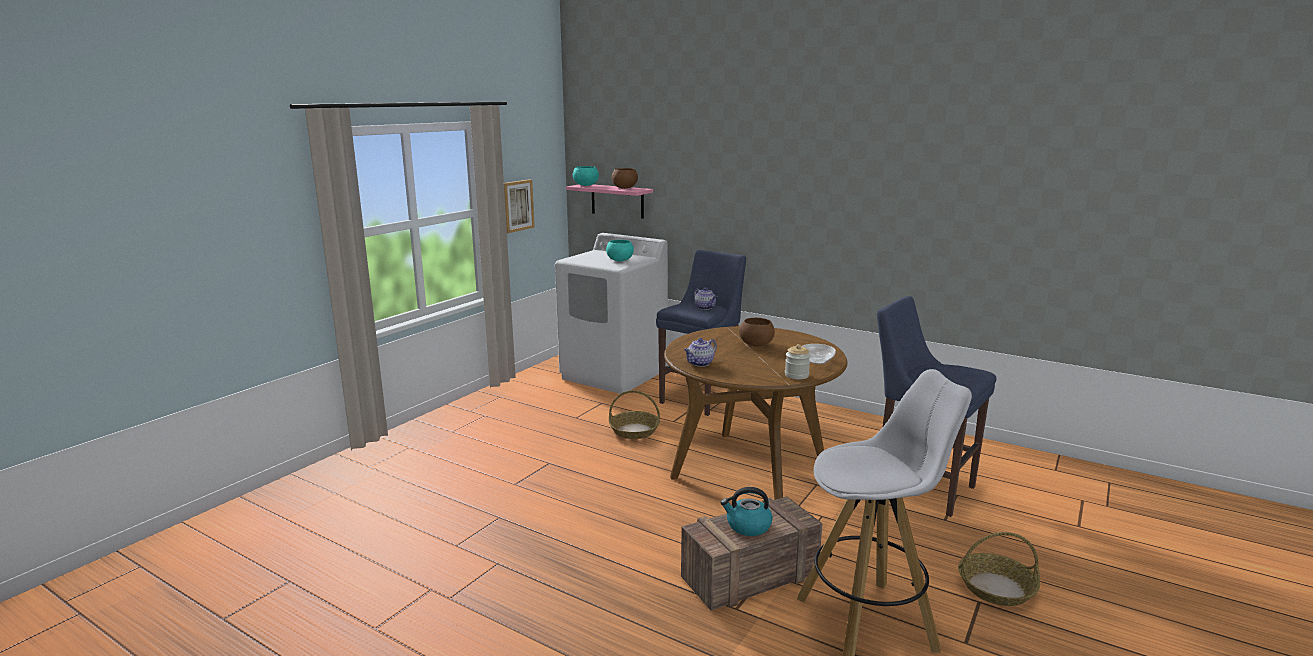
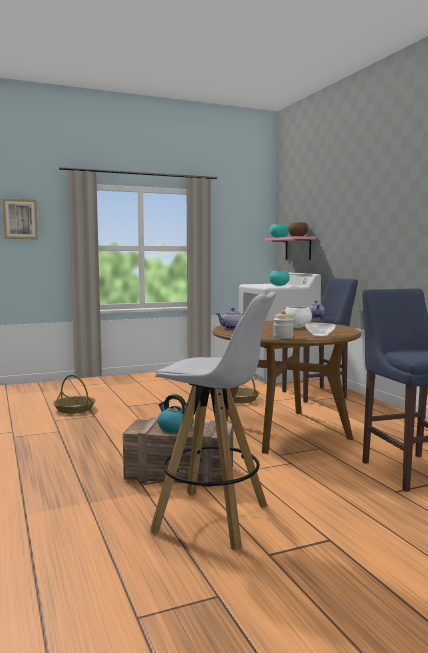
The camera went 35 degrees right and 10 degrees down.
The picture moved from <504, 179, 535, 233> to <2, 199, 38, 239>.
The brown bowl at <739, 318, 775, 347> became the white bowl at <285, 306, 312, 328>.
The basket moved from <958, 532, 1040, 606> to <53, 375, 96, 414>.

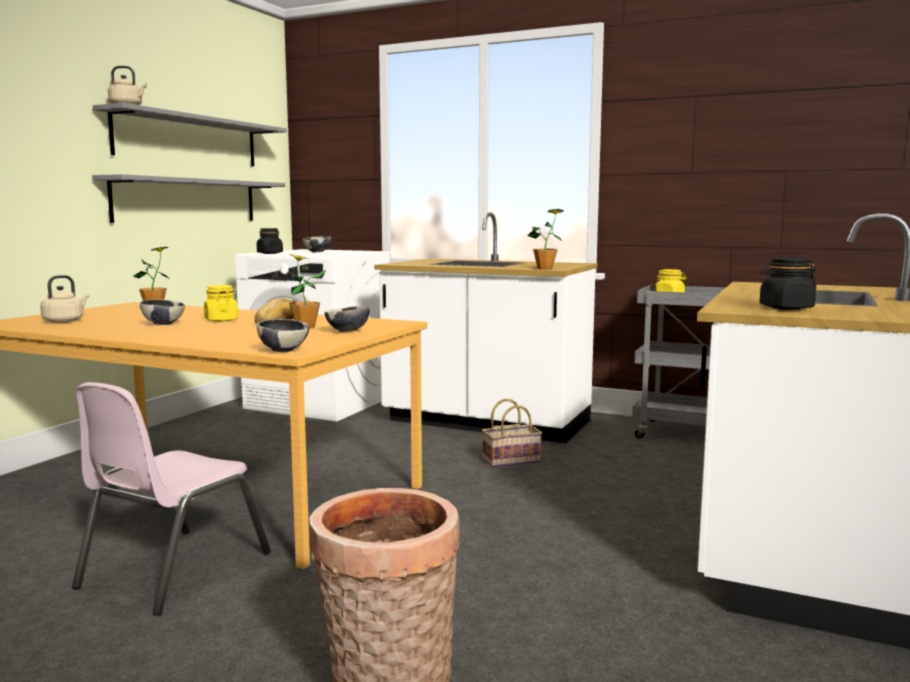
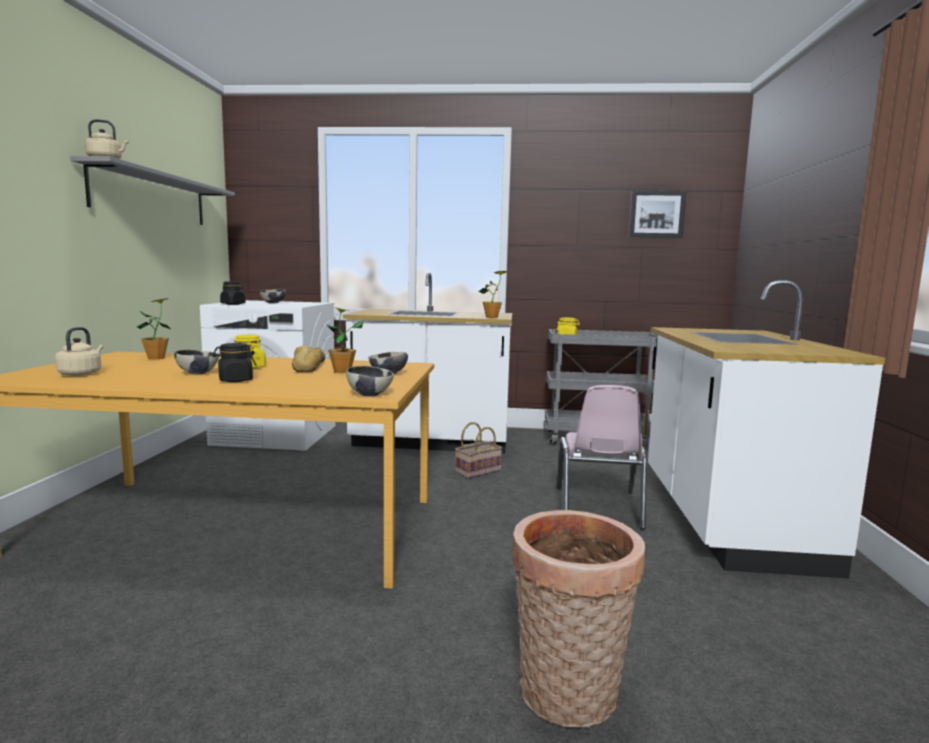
The camera went 20 degrees left and 0 degrees up.
The pink chair moved from <72, 382, 271, 616> to <557, 385, 647, 530>.
The grey shelf at <92, 174, 285, 223> disappeared.
The black jar moved from <760, 258, 816, 310> to <212, 343, 257, 382>.
The picture at <629, 190, 686, 238> appeared.

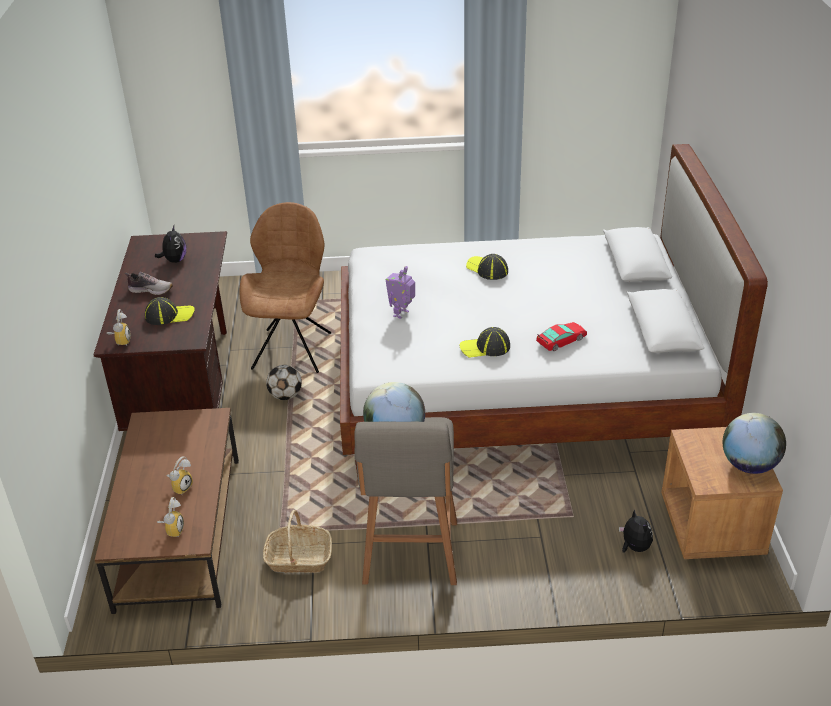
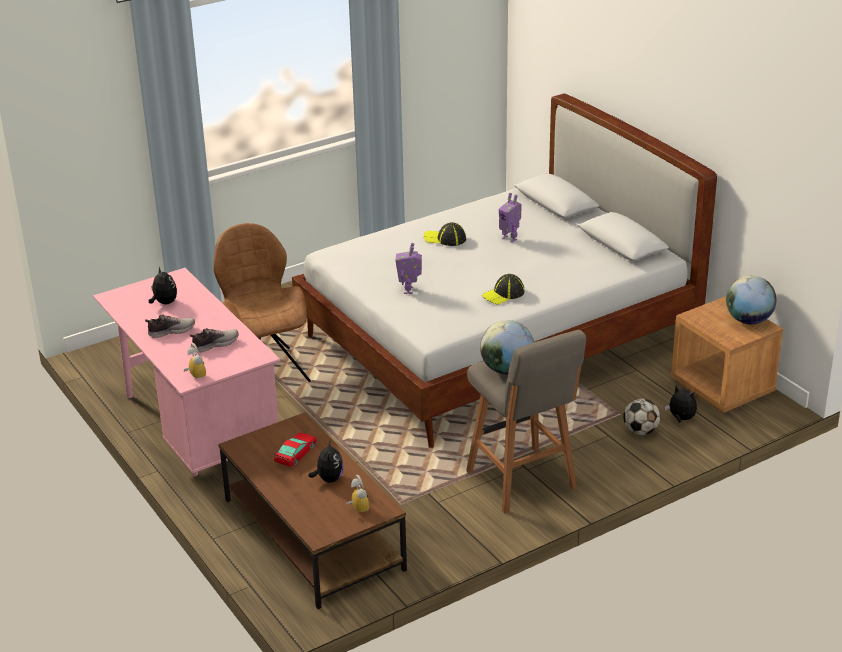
The camera went 30 degrees left and 5 degrees down.
The brown desk at <93, 231, 227, 431> became the pink desk at <93, 268, 280, 476>.
The cap at <145, 297, 195, 325> was replaced by the shoe at <190, 328, 239, 352>.
The alarm clock at <167, 456, 193, 494> was replaced by the plush toy at <308, 442, 344, 483>.
The basket at <263, 510, 332, 573> disappeared.
The football moved from <266, 365, 302, 400> to <623, 399, 660, 435>.
The toy car moved from <536, 322, 587, 351> to <274, 433, 317, 467>.
The toy robot at <499, 193, 522, 243> appeared.

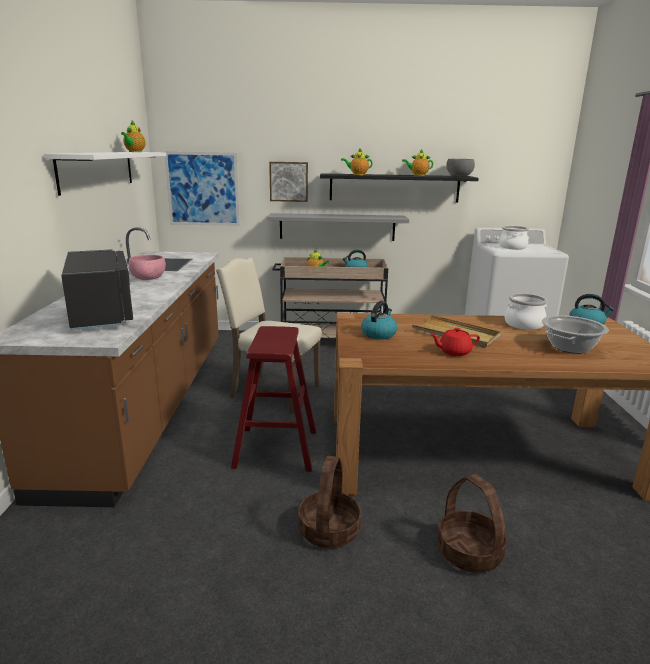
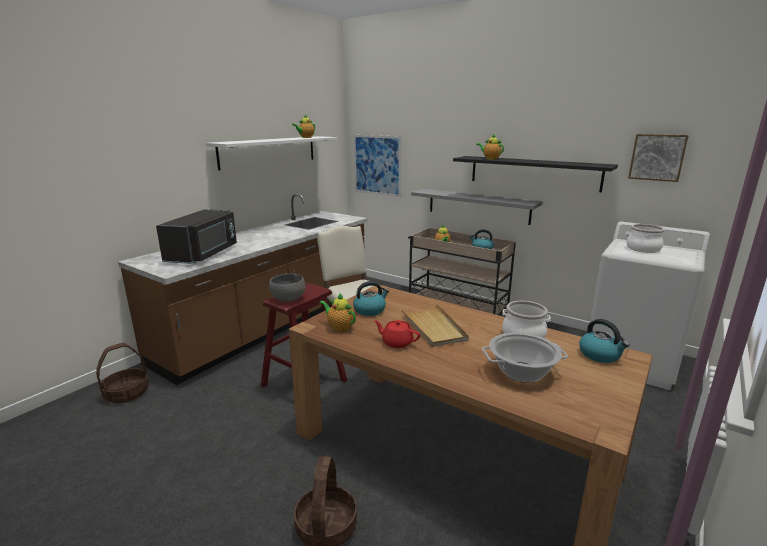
The camera went 35 degrees right and 0 degrees up.
The pink bowl at <128, 255, 166, 280> disappeared.
The picture moved from <269, 162, 308, 202> to <628, 134, 689, 182>.
The basket moved from <298, 456, 361, 548> to <96, 343, 149, 403>.
The teapot moved from <402, 149, 433, 176> to <319, 292, 356, 332>.
The grey bowl moved from <446, 159, 475, 177> to <269, 274, 306, 302>.

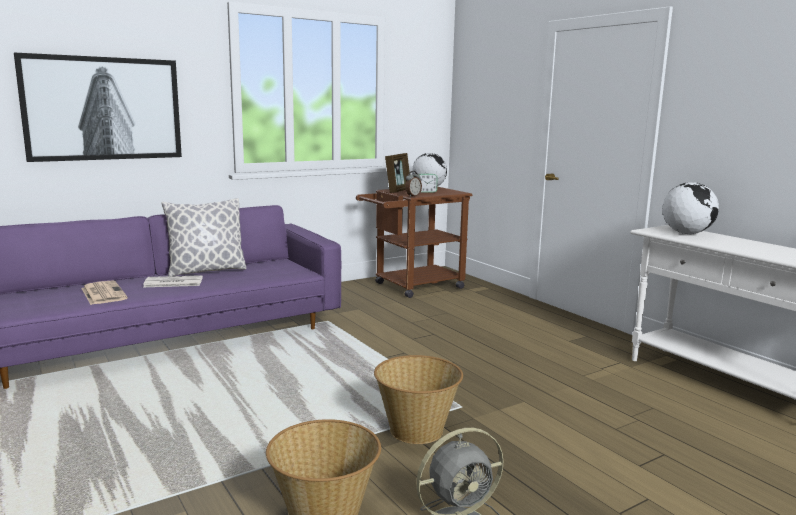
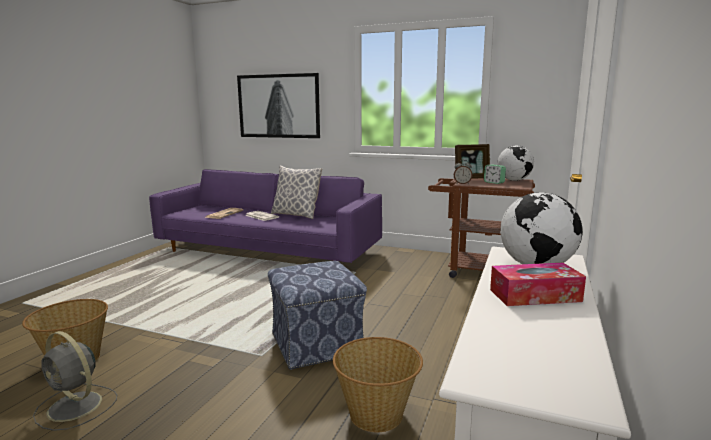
The camera went 55 degrees right and 0 degrees up.
The basket moved from <374, 355, 463, 444> to <333, 337, 423, 432>.
The ottoman at <268, 261, 367, 370> appeared.
The tissue box at <490, 263, 586, 306> appeared.

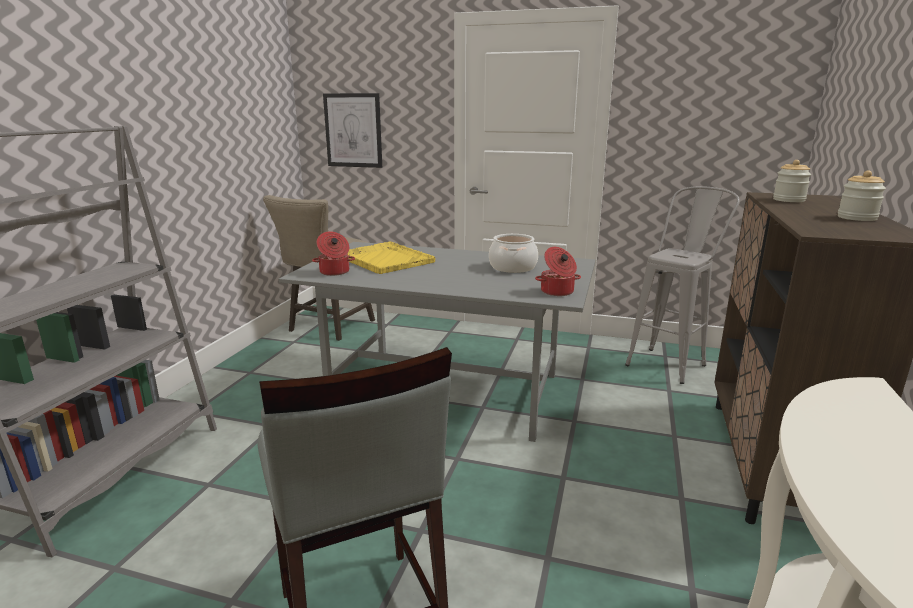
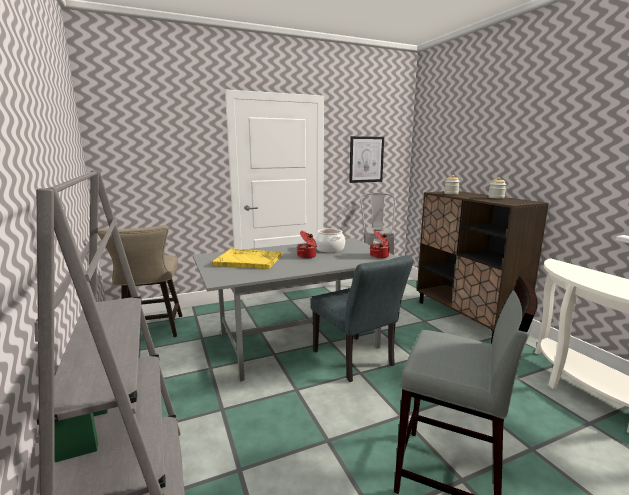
The camera went 40 degrees left and 5 degrees down.
The cooking pot moved from <312, 231, 355, 276> to <296, 231, 317, 259>.
The picture moved from <323, 93, 382, 168> to <349, 136, 384, 183>.
The grey chair at <311, 255, 413, 382> appeared.

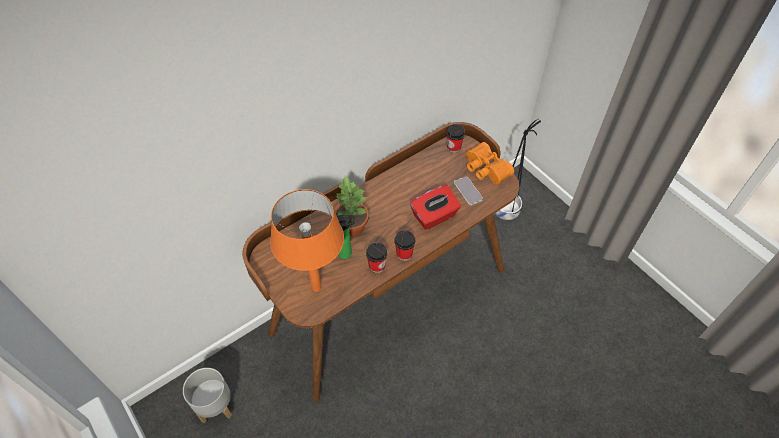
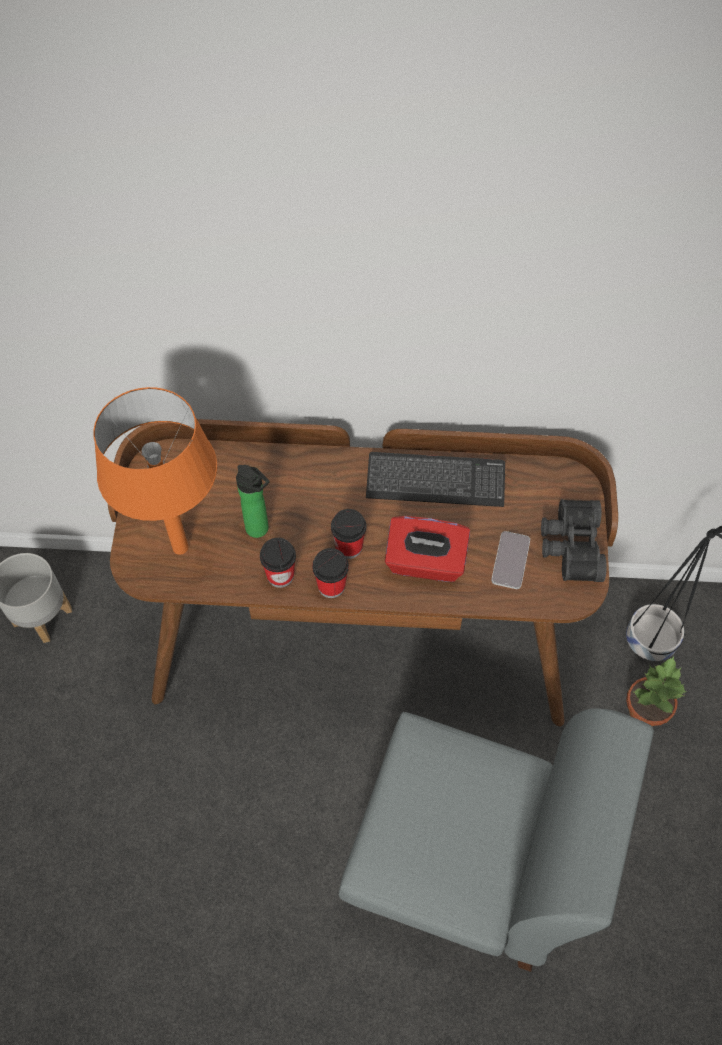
The camera went 40 degrees right and 5 degrees up.
The potted plant moved from <335, 176, 369, 237> to <626, 657, 686, 726>.
The cup moved from <446, 124, 465, 153> to <331, 509, 366, 559>.
The orange binoculars at <466, 142, 514, 184> became the black binoculars at <541, 499, 607, 582>.
The grey chair at <339, 708, 654, 972> appeared.
The keyboard at <366, 452, 505, 507> appeared.

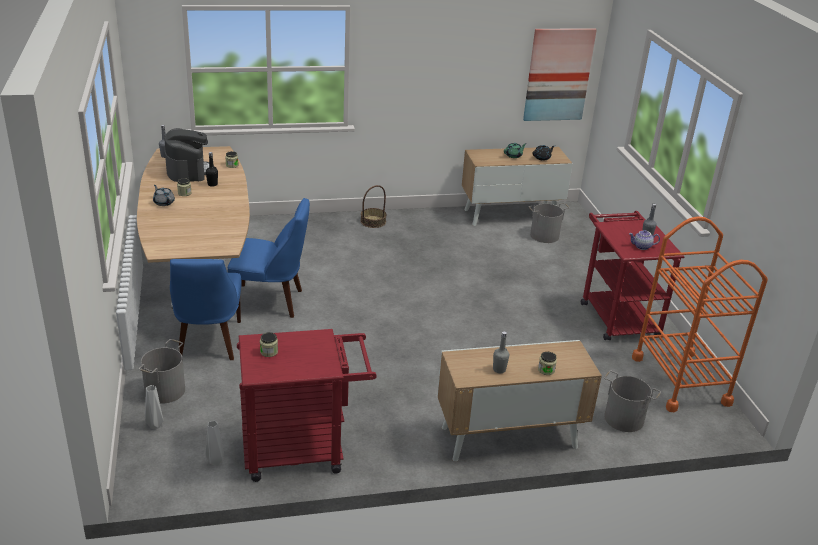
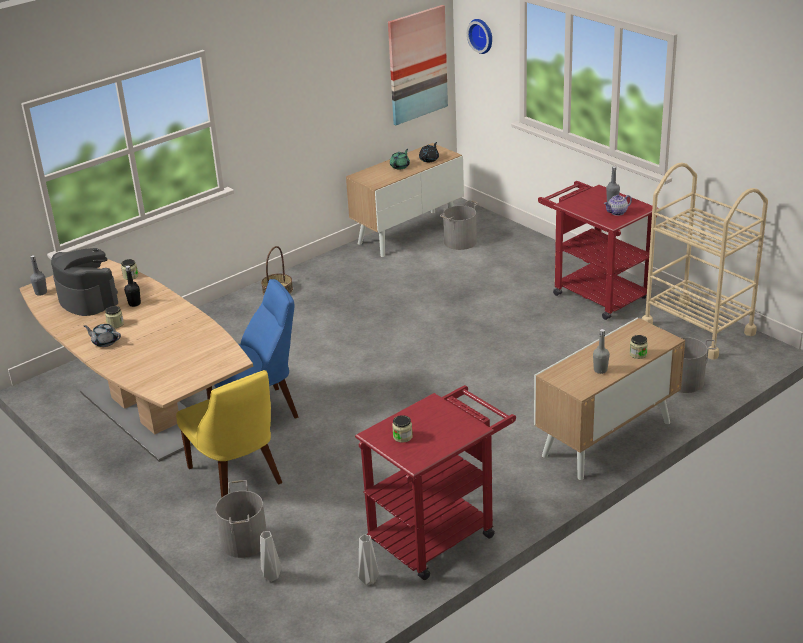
The camera went 25 degrees left and 0 degrees up.
The blue chair at <170, 259, 242, 360> became the yellow chair at <176, 370, 282, 498>.
The orange cart at <632, 217, 768, 412> became the beige cart at <642, 163, 768, 360>.
The wall clock at <467, 19, 492, 54> appeared.

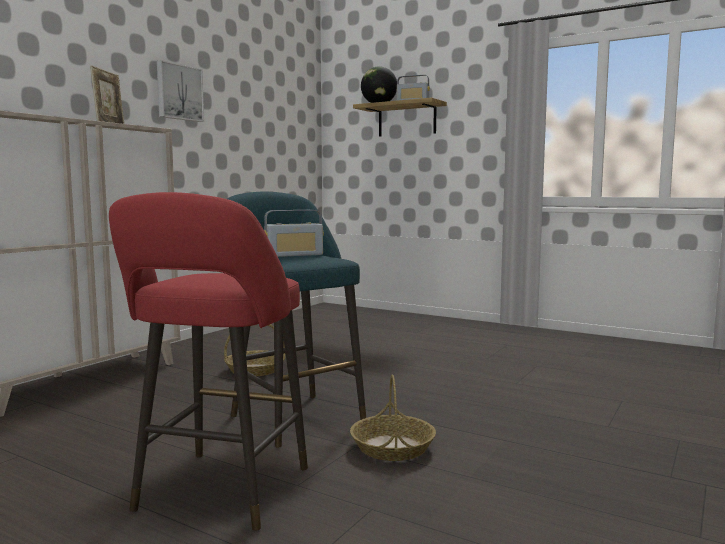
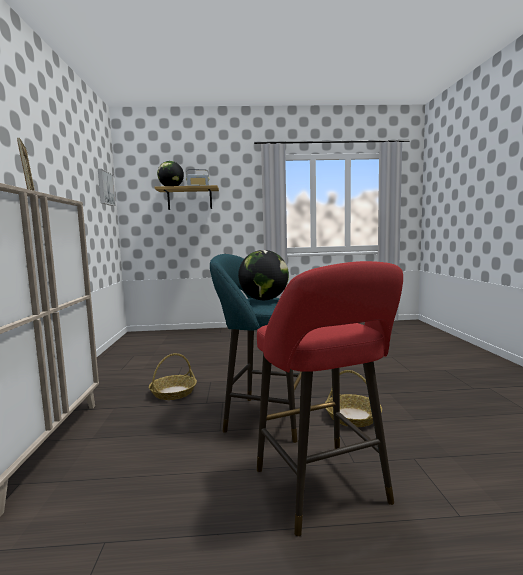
The camera went 35 degrees left and 0 degrees up.
The picture moved from <157, 60, 204, 122> to <98, 169, 116, 206>.
The radio at <264, 210, 324, 257> was replaced by the globe at <238, 250, 289, 300>.

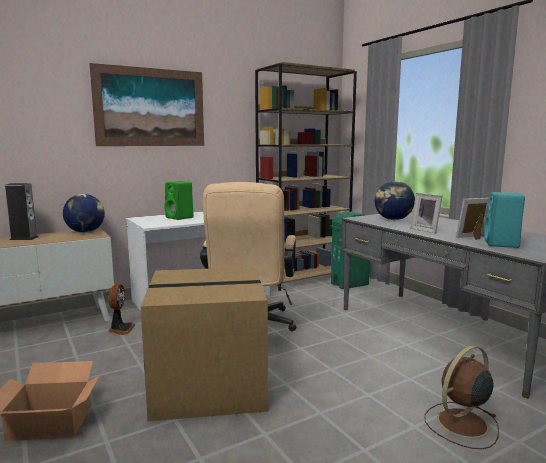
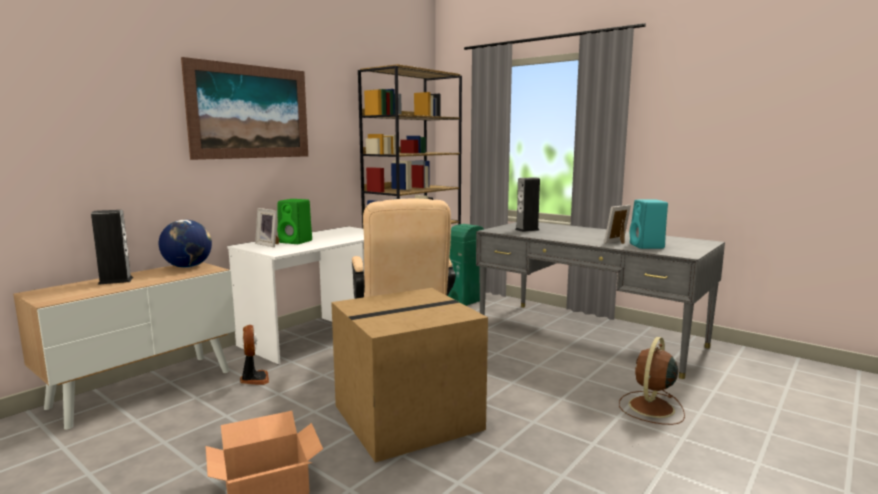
The camera went 20 degrees left and 0 degrees up.
The globe at <375, 181, 415, 220> was replaced by the speaker at <515, 177, 540, 232>.
The picture frame moved from <410, 193, 443, 233> to <255, 208, 279, 247>.

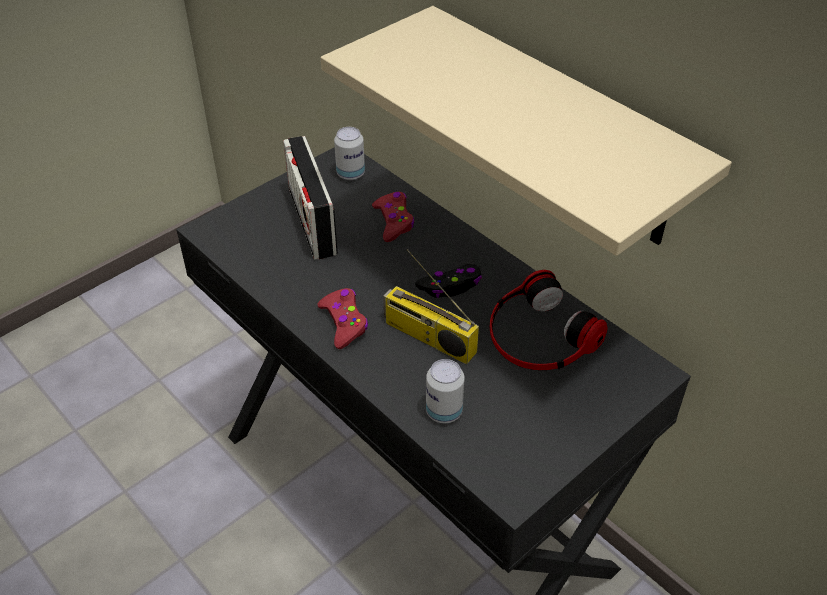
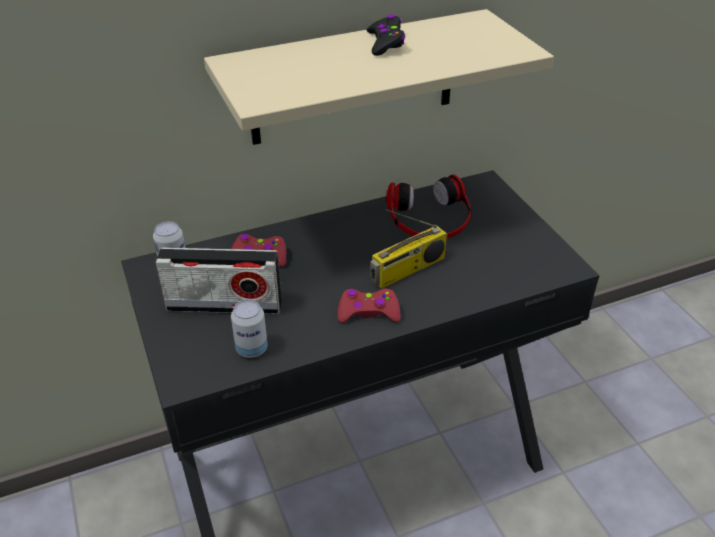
The camera went 70 degrees left and 5 degrees down.
The black game controller moved from <415, 264, 482, 298> to <366, 14, 405, 56>.
The can moved from <426, 359, 465, 423> to <231, 300, 268, 358>.

